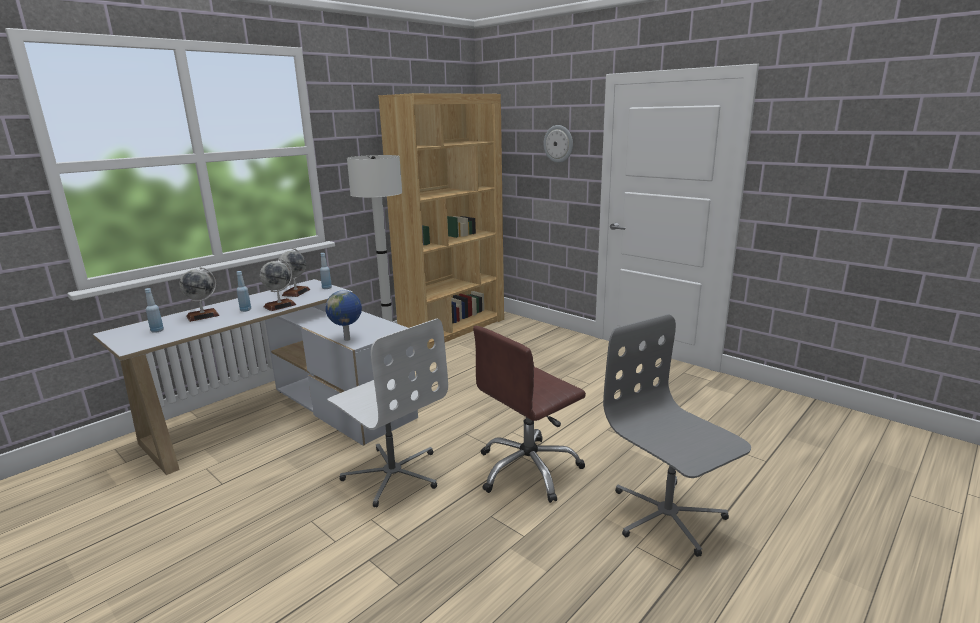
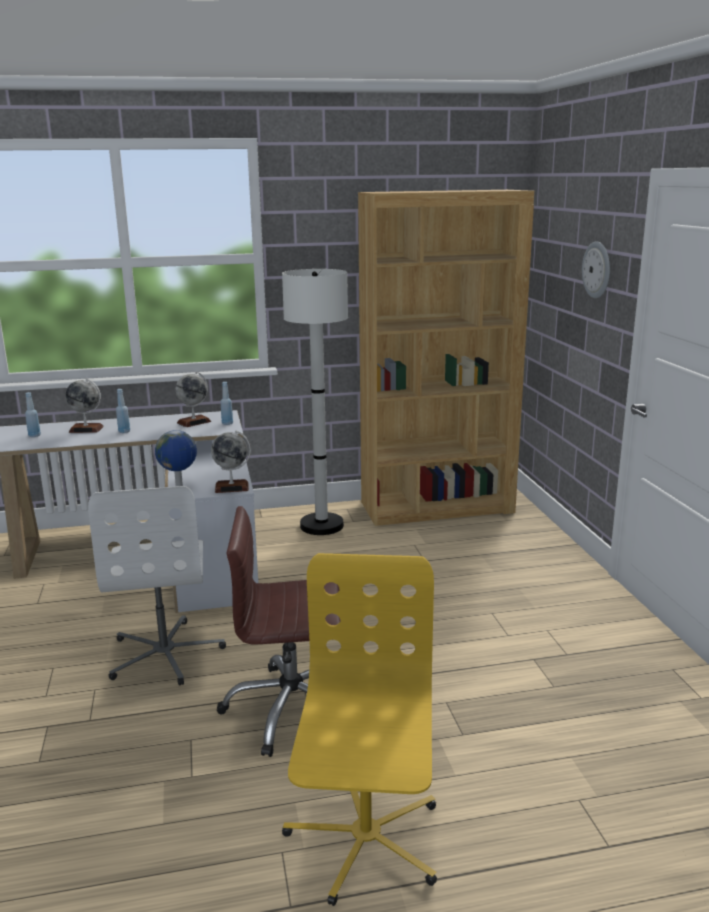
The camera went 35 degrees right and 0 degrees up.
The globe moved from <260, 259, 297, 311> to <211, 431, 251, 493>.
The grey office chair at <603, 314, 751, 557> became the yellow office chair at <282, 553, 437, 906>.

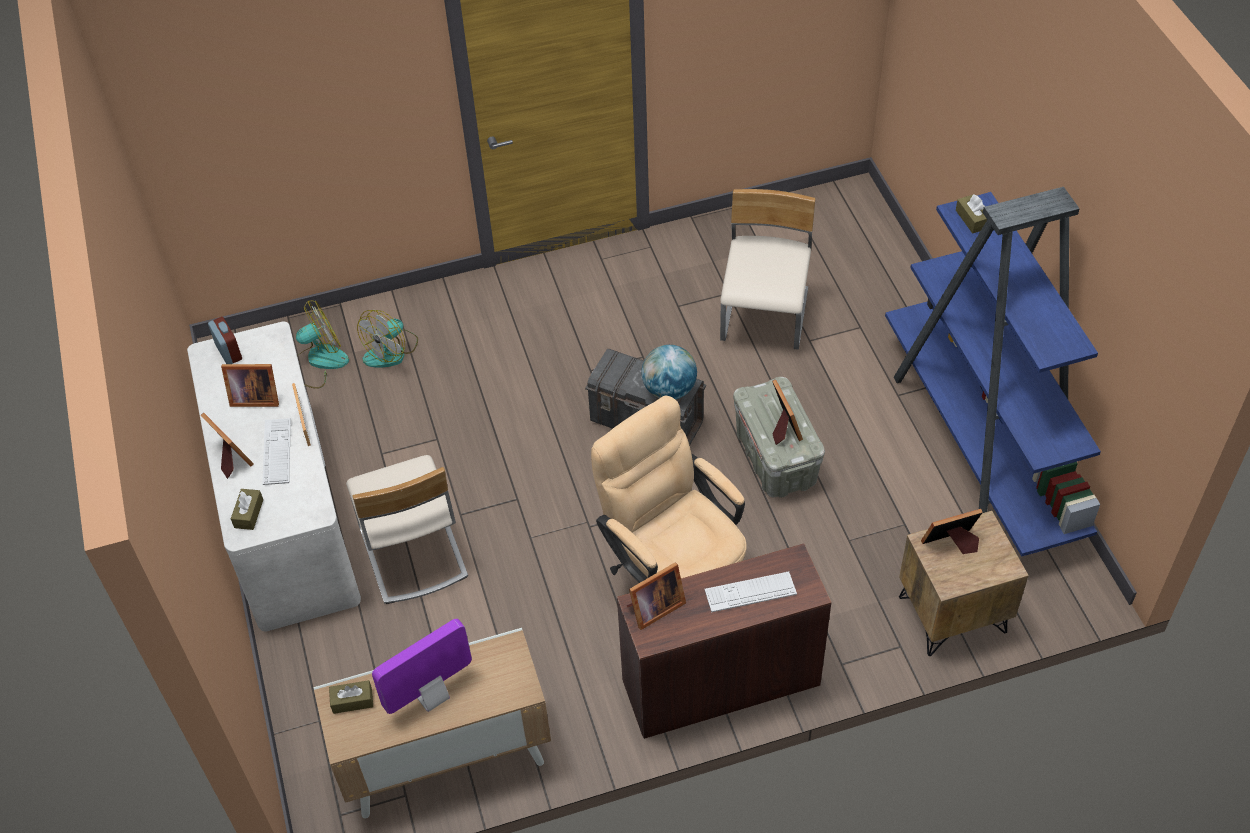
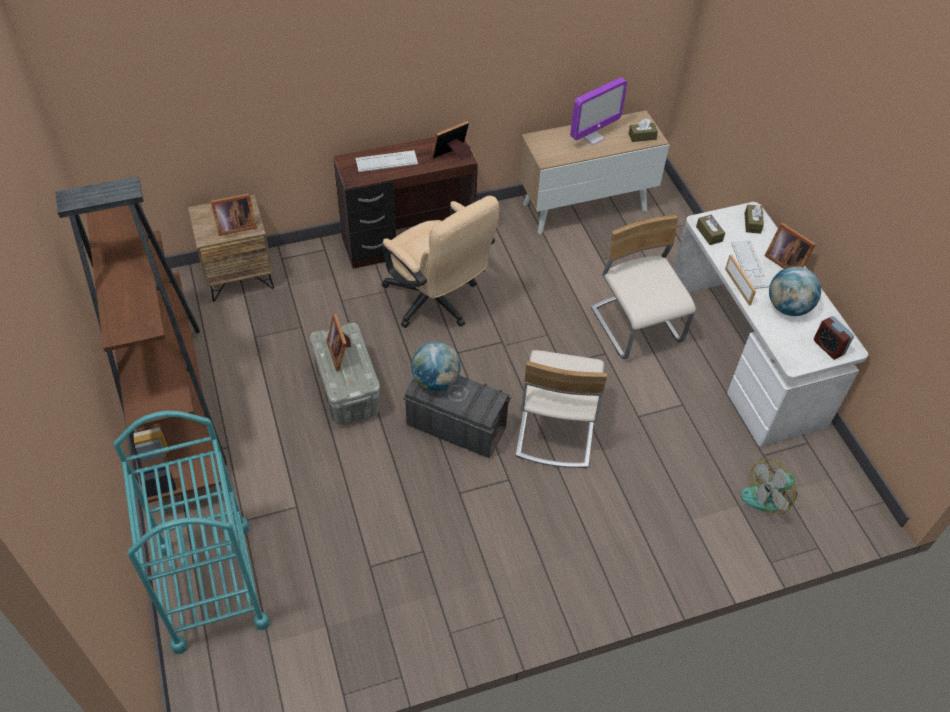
The camera went 175 degrees right and 0 degrees up.
The picture frame at <221, 364, 279, 407> was replaced by the globe at <769, 266, 821, 316>.
The fan at <357, 310, 418, 368> disappeared.
The beige chair moved from <720, 189, 815, 350> to <515, 350, 607, 468>.
The blue bookcase at <885, 187, 1101, 557> became the brown bookcase at <55, 176, 227, 503>.
The brown tissue box moved from <956, 194, 987, 234> to <696, 215, 725, 245>.
The turquoise cart at <114, 411, 270, 654> appeared.

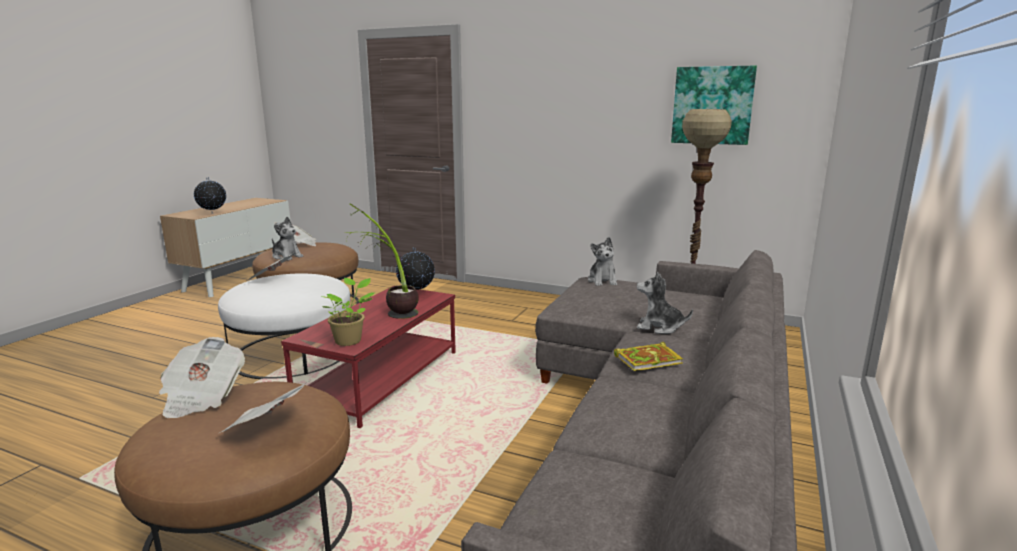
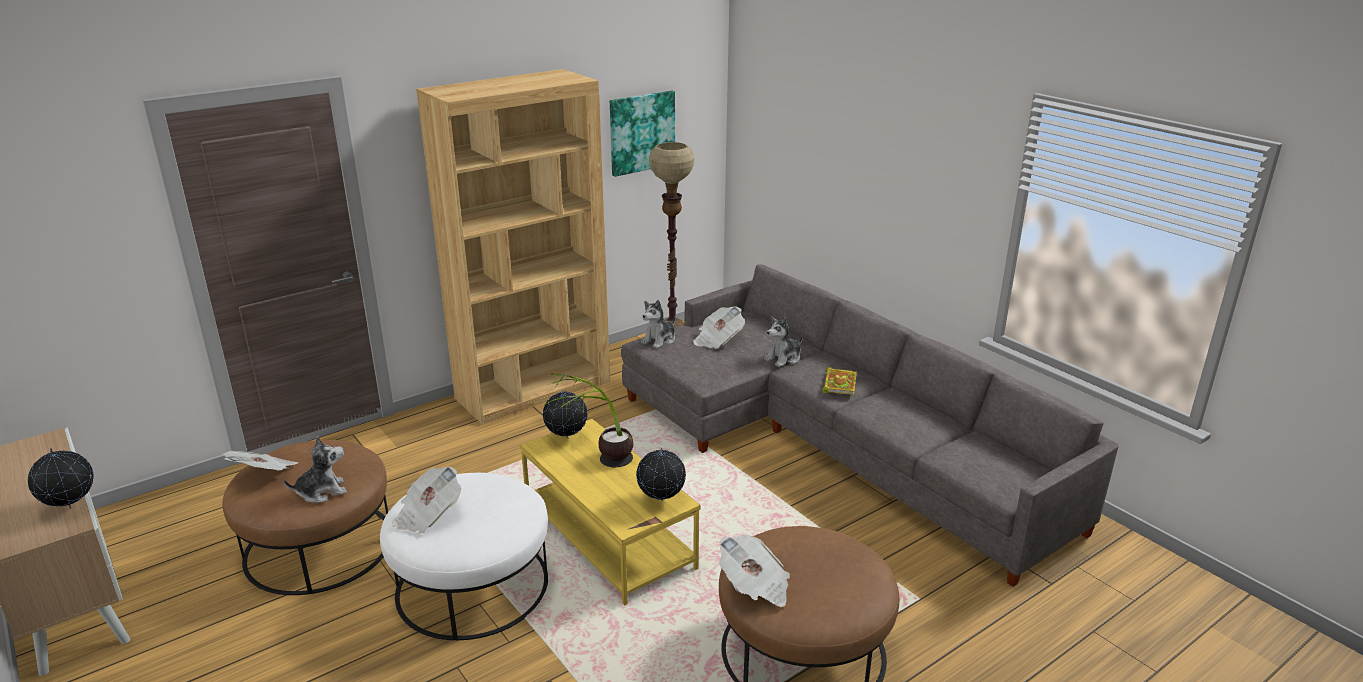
The camera went 60 degrees left and 10 degrees up.
The newspaper moved from <220, 383, 306, 433> to <693, 307, 745, 349>.
The red coffee table at <281, 286, 456, 428> became the yellow coffee table at <520, 419, 701, 605>.
The potted plant at <320, 278, 376, 346> was replaced by the globe at <636, 448, 686, 501>.
The plush toy at <588, 237, 617, 286> turned 105 degrees clockwise.
The brown bookcase at <416, 69, 610, 424> appeared.

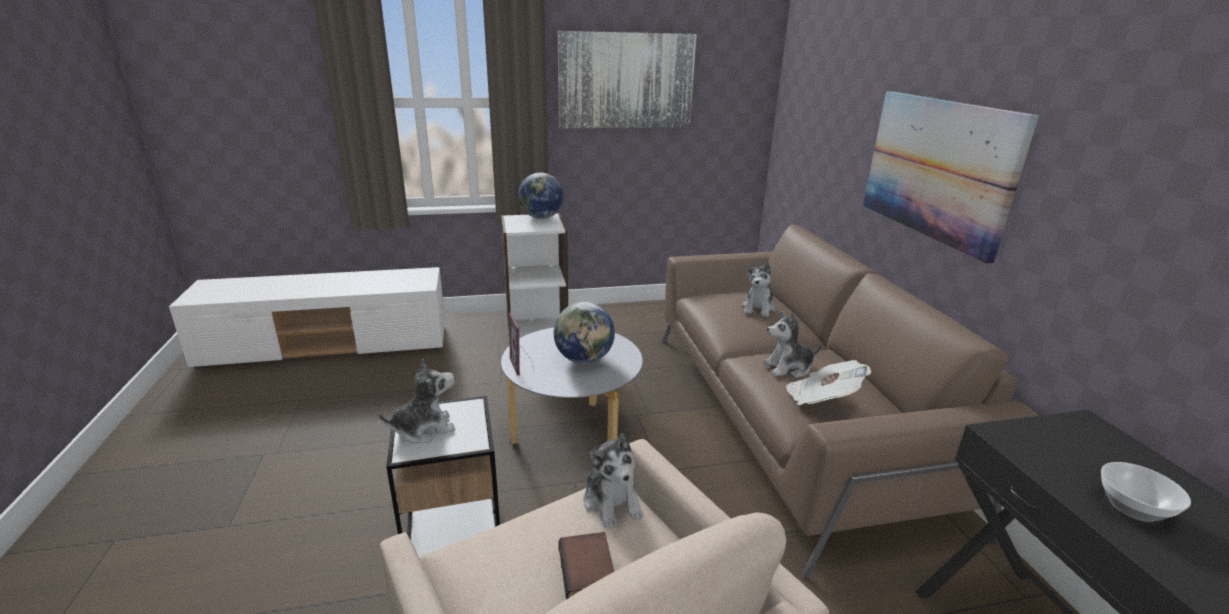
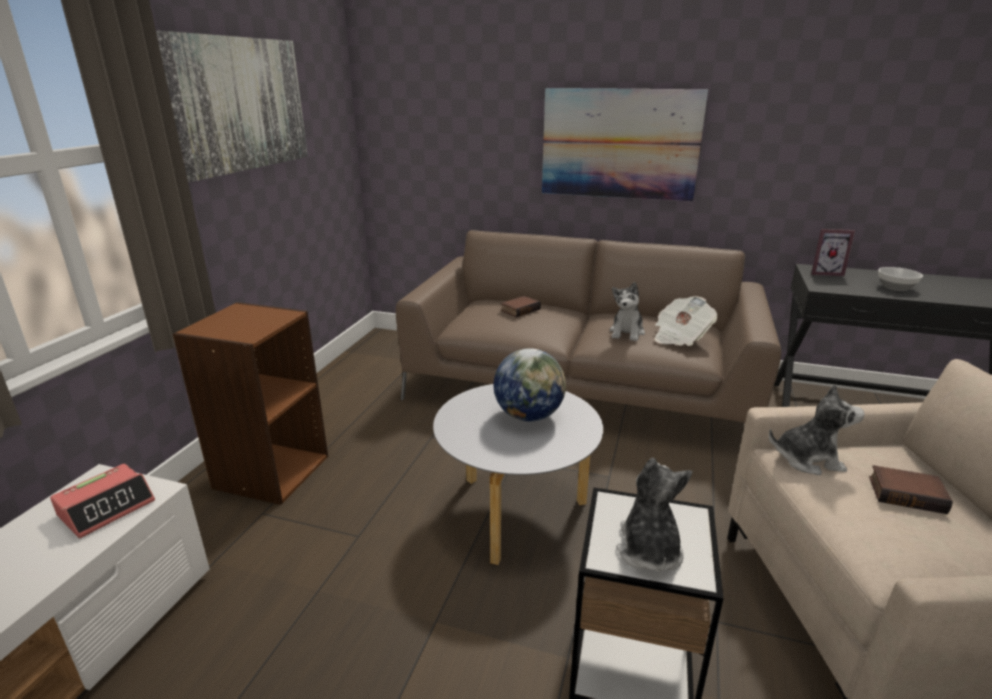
The camera went 60 degrees left and 0 degrees up.
The white bookcase at <501, 213, 568, 338> became the brown bookcase at <173, 302, 328, 505>.
The picture frame moved from <509, 313, 534, 375> to <811, 229, 855, 276>.
The globe at <518, 173, 564, 219> disappeared.
The plush toy at <742, 262, 775, 317> was replaced by the book at <501, 296, 541, 317>.
The alarm clock at <50, 464, 155, 538> appeared.

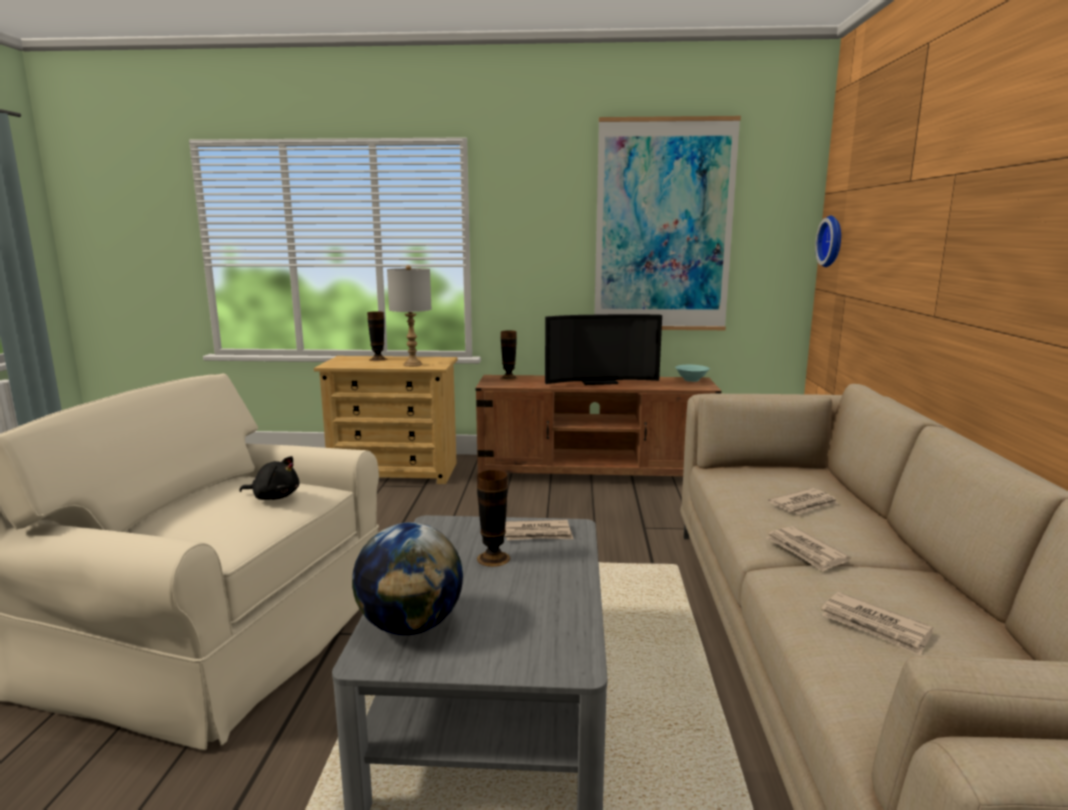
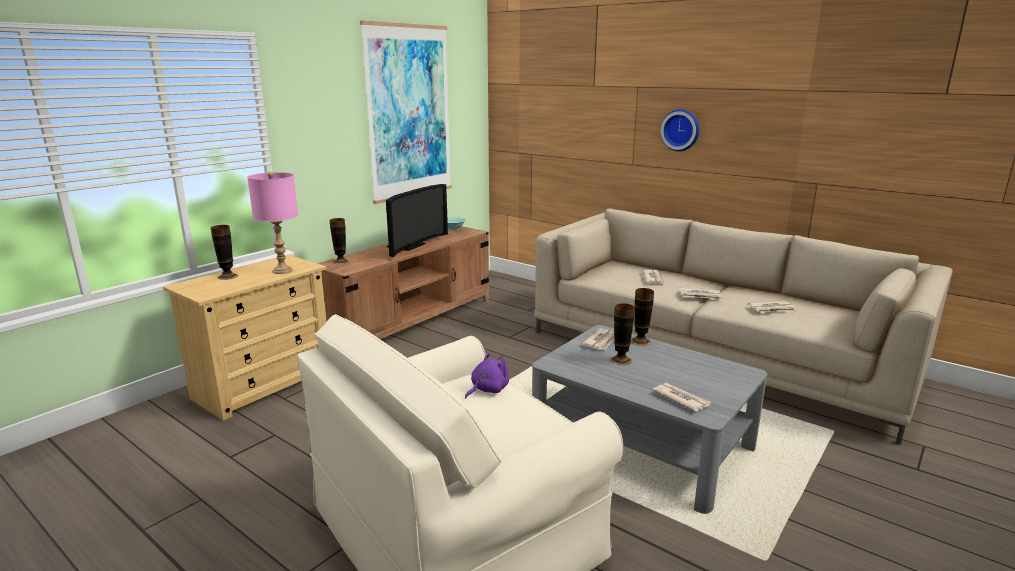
The camera went 55 degrees left and 5 degrees up.
The black plush toy at <239, 456, 299, 500> became the purple plush toy at <465, 352, 509, 399>.
The globe at <352, 523, 463, 635> was replaced by the newspaper at <652, 383, 711, 412>.
The grey table lamp at <387, 265, 431, 367> became the pink table lamp at <247, 172, 298, 274>.
The wall clock moved from <815, 215, 841, 267> to <660, 109, 699, 151>.
The vase at <631, 288, 654, 346> appeared.

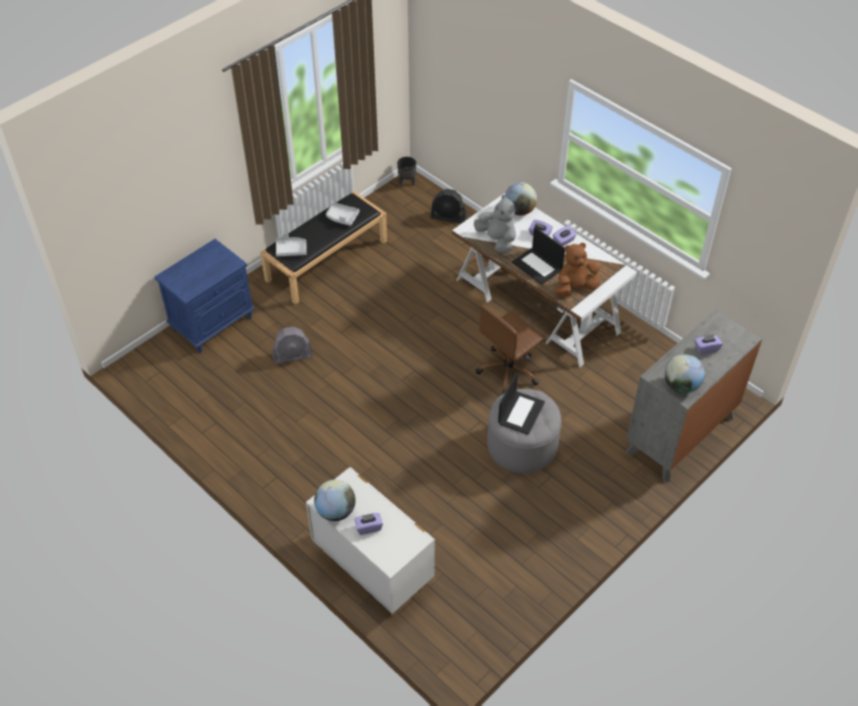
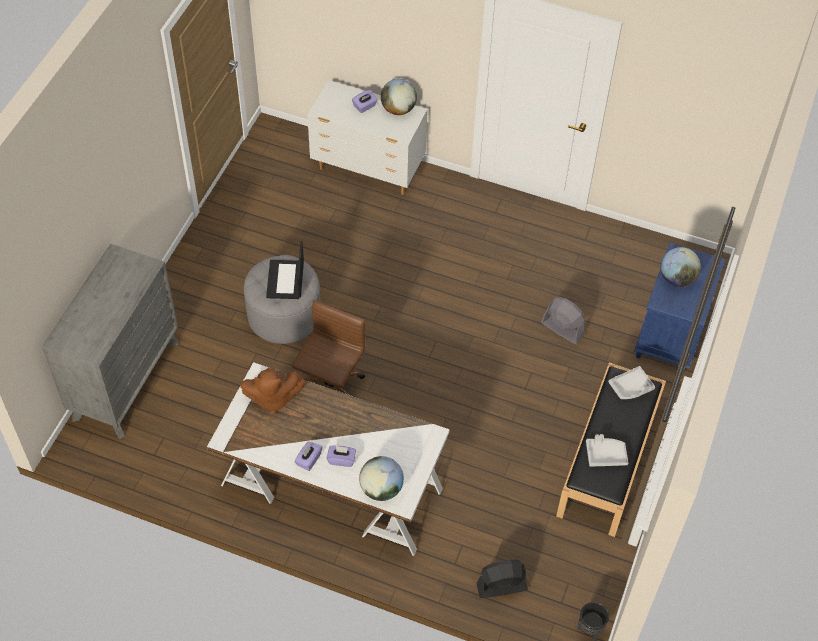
The camera went 155 degrees right and 5 degrees up.
The grey fan at <273, 327, 313, 364> turned 75 degrees clockwise.
The grey plush toy at <474, 195, 516, 253> disappeared.
The laptop at <512, 227, 565, 285> disappeared.
The brown plush toy at <556, 243, 600, 296> turned 45 degrees clockwise.
The globe moved from <664, 354, 705, 393> to <660, 247, 701, 287>.
The purple tissue box at <695, 334, 723, 355> disappeared.

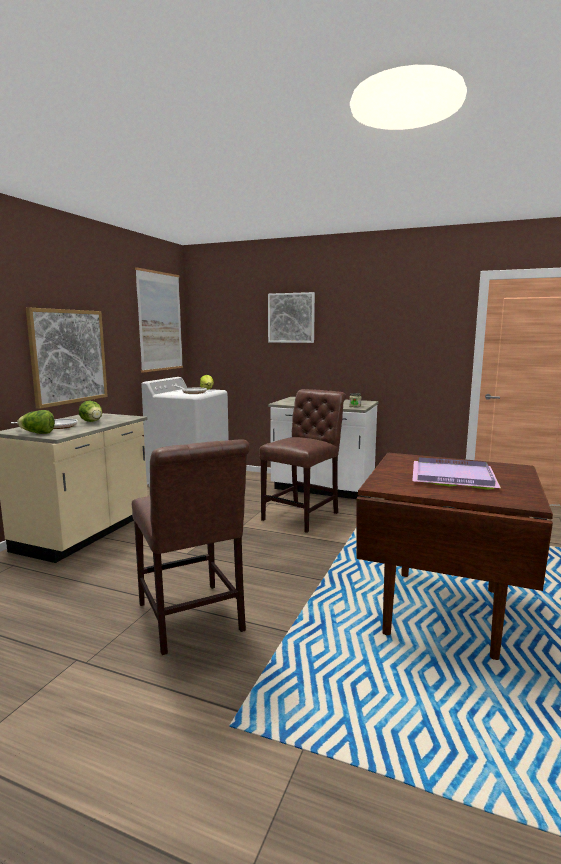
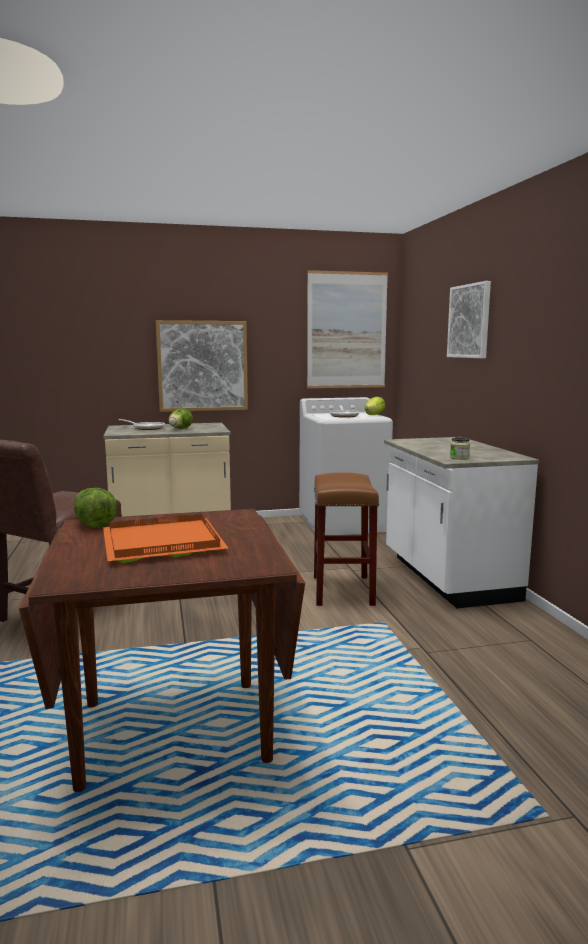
The camera went 55 degrees right and 0 degrees up.
The lettuce moved from <17, 410, 55, 434> to <74, 488, 117, 528>.
The brown chair at <259, 389, 346, 533> was replaced by the brown stool at <314, 473, 379, 606>.
The purple tray at <412, 457, 501, 490> became the orange tray at <103, 514, 228, 563>.

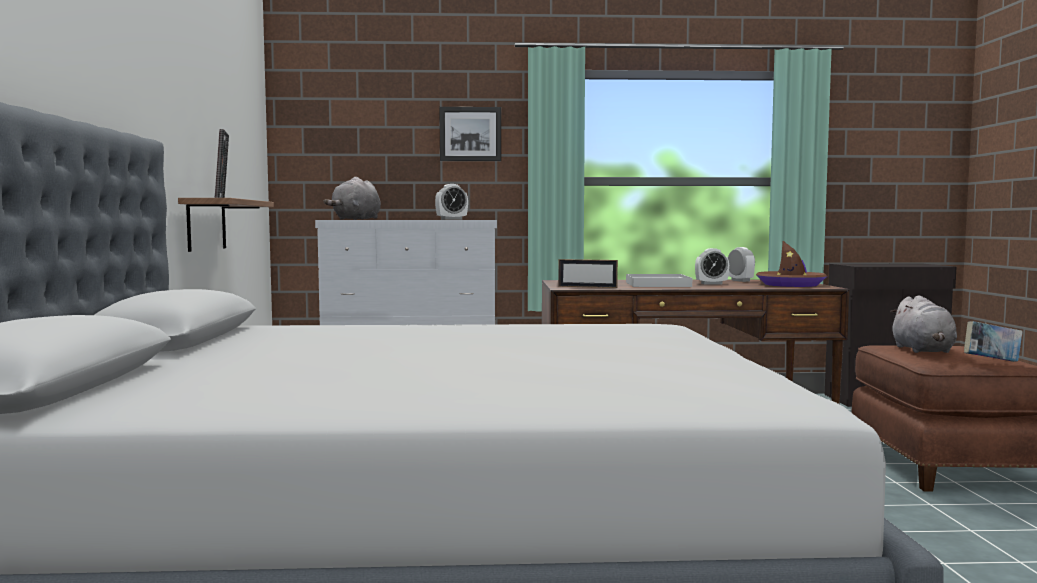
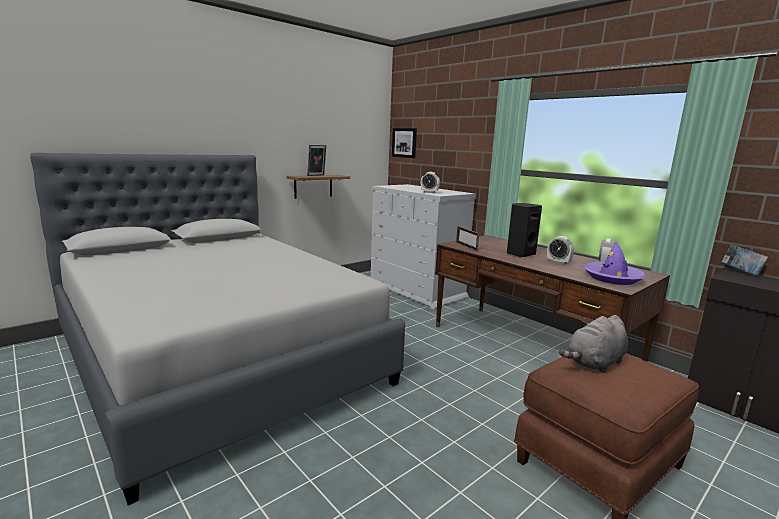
The camera went 50 degrees right and 10 degrees up.
The grey plush toy at <324, 177, 381, 220> disappeared.
The picture moved from <439, 107, 501, 161> to <392, 128, 417, 158>.
The white tray at <626, 274, 692, 287> was replaced by the black speaker at <507, 203, 542, 257>.
The brown hat at <756, 241, 828, 287> became the purple hat at <584, 241, 646, 285>.
The book moved from <964, 321, 1023, 362> to <721, 245, 769, 276>.

